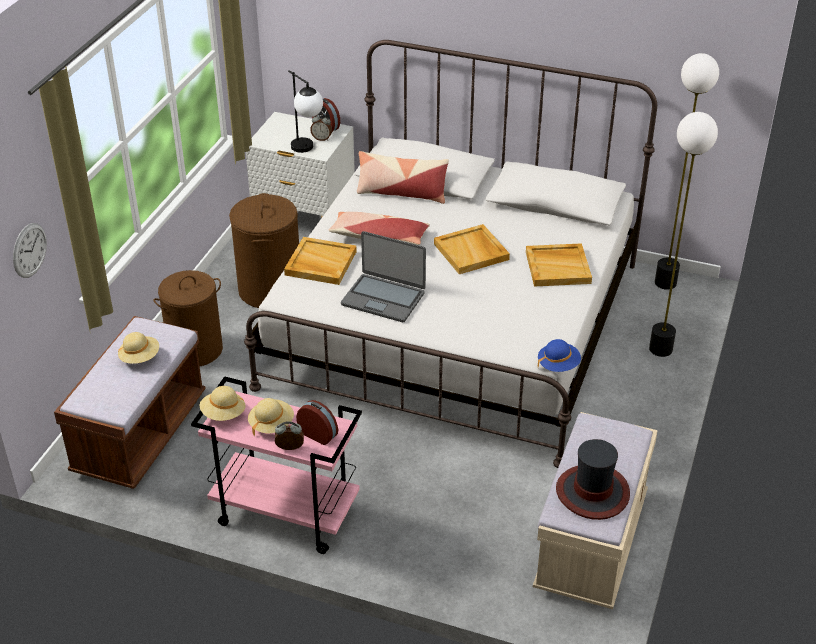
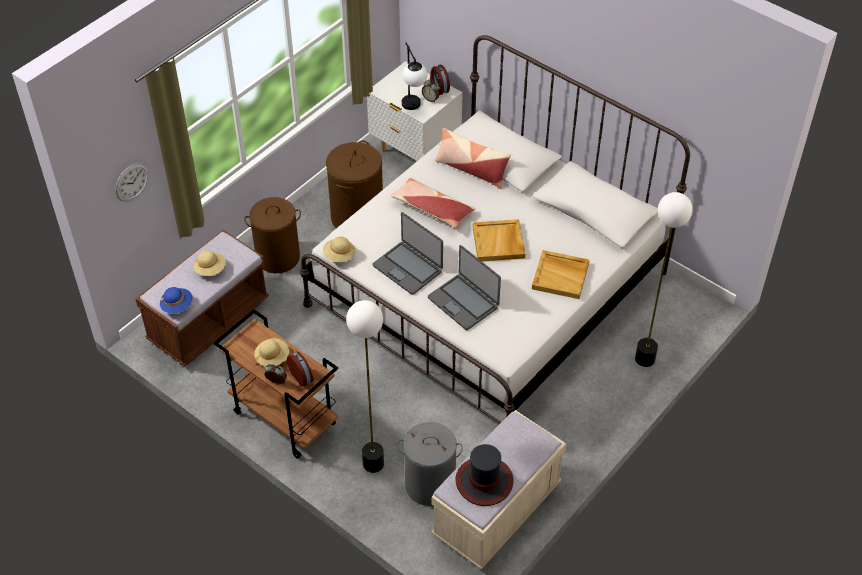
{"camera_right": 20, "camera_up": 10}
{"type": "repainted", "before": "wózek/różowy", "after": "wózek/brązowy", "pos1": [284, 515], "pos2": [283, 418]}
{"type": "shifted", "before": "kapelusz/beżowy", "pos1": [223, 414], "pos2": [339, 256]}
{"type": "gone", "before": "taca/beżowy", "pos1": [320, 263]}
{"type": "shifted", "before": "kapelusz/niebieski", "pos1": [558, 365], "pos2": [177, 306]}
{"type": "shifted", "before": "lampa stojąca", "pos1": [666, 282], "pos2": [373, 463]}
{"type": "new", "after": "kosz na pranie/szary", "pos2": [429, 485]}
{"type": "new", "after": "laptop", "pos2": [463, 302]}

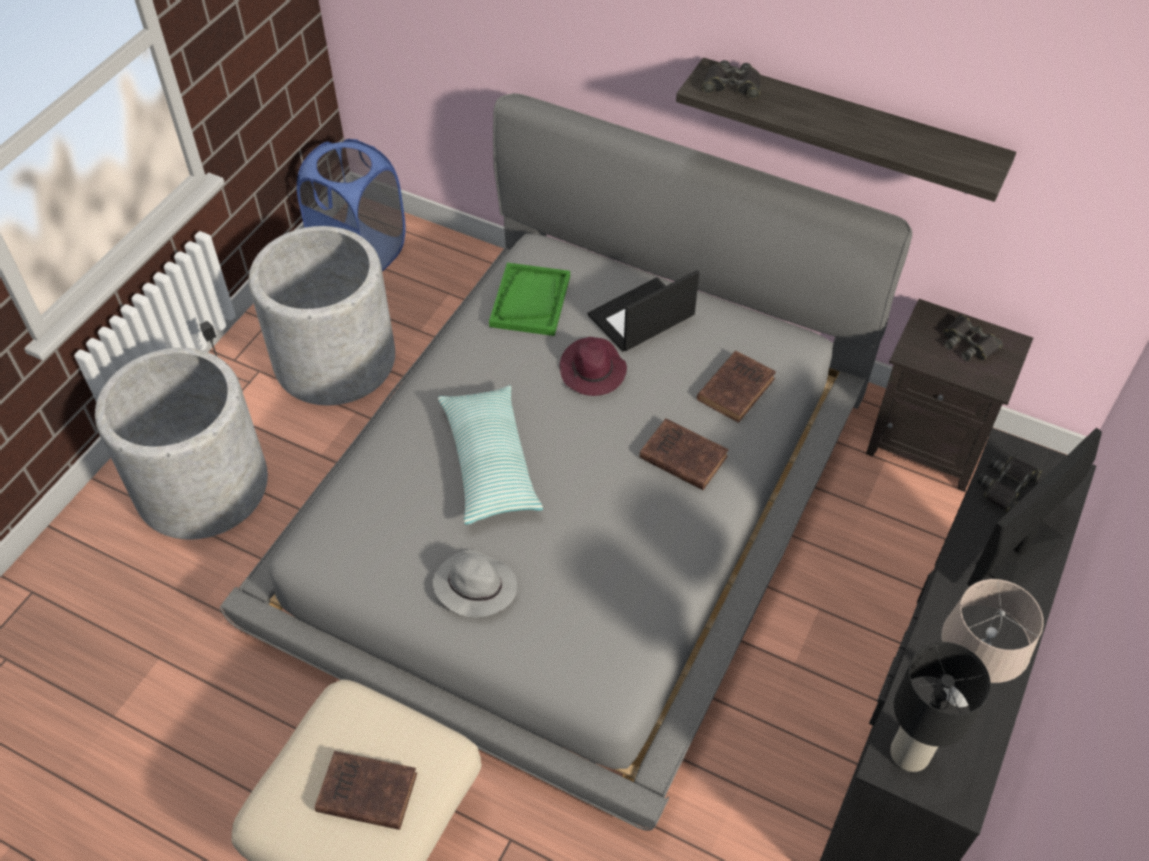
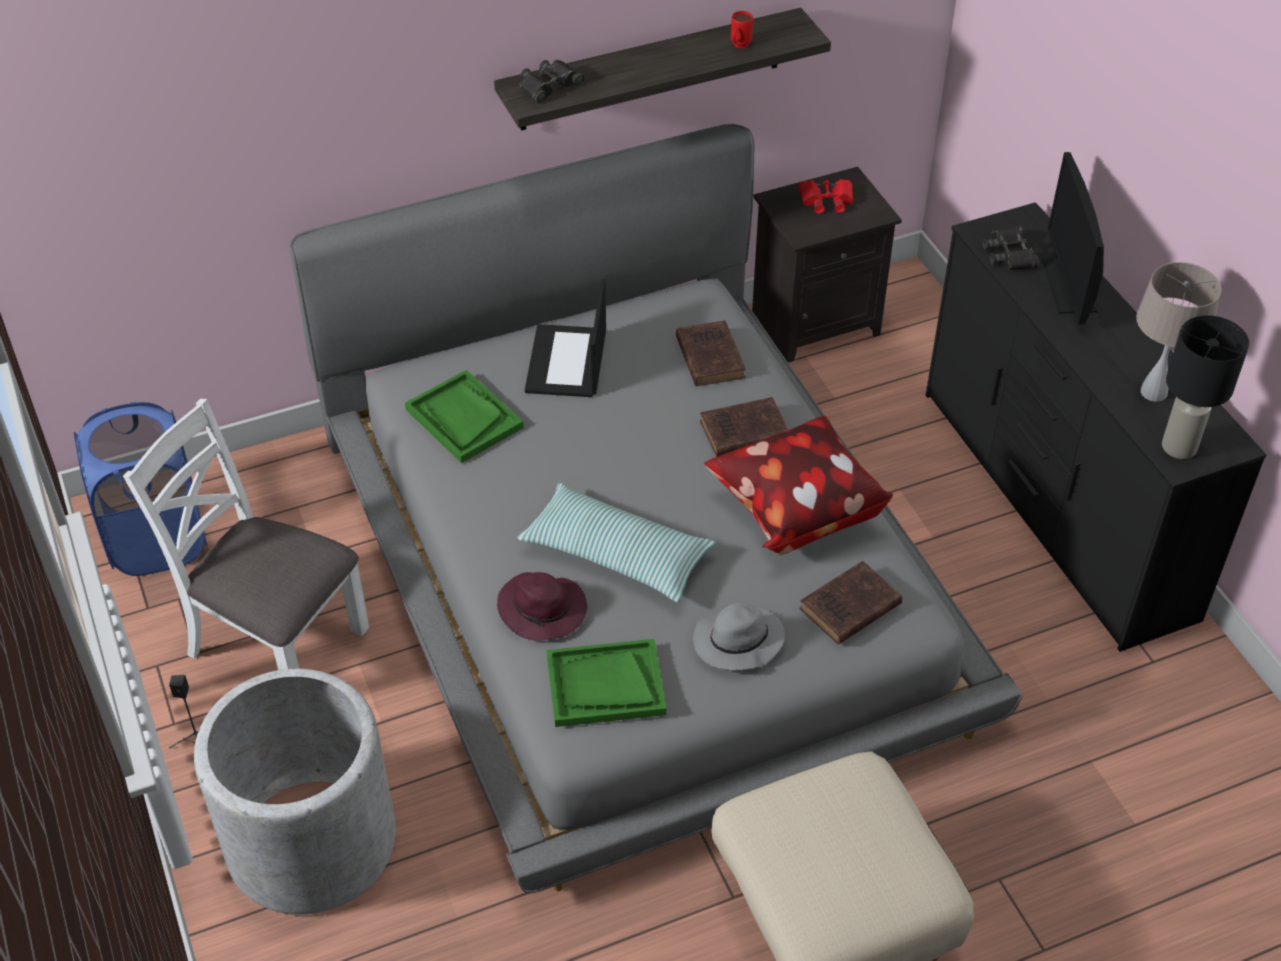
{"camera_right": -50, "camera_up": -5}
{"type": "swapped", "before": "donica/szary", "after": "krzesło/biały", "pos1": [335, 360], "pos2": [275, 642]}
{"type": "shifted", "before": "książka/brązowy", "pos1": [364, 792], "pos2": [848, 608]}
{"type": "shifted", "before": "kapelusz/fioletowy", "pos1": [593, 371], "pos2": [543, 610]}
{"type": "repainted", "before": "lornetka/czarny", "after": "lornetka/czerwony", "pos1": [968, 343], "pos2": [826, 200]}
{"type": "new", "after": "taca/zielony", "pos2": [605, 685]}
{"type": "new", "after": "poduszka", "pos2": [794, 510]}
{"type": "new", "after": "kubek/czerwony", "pos2": [739, 46]}

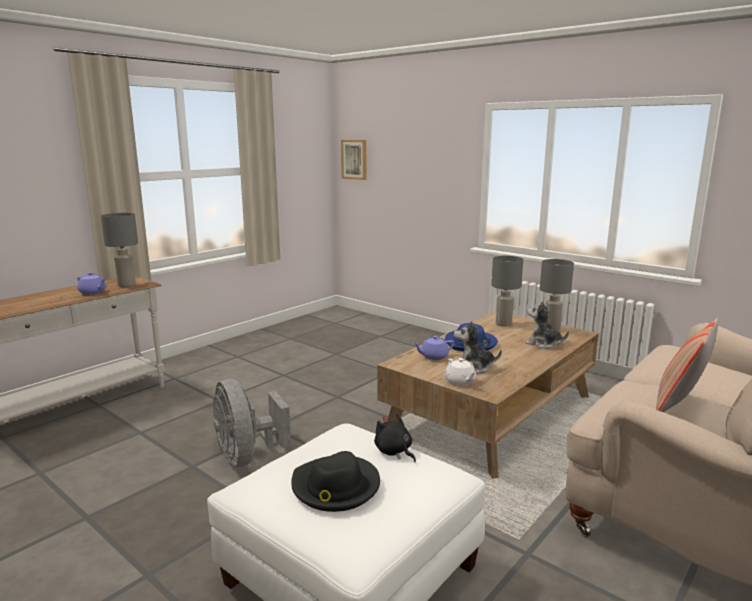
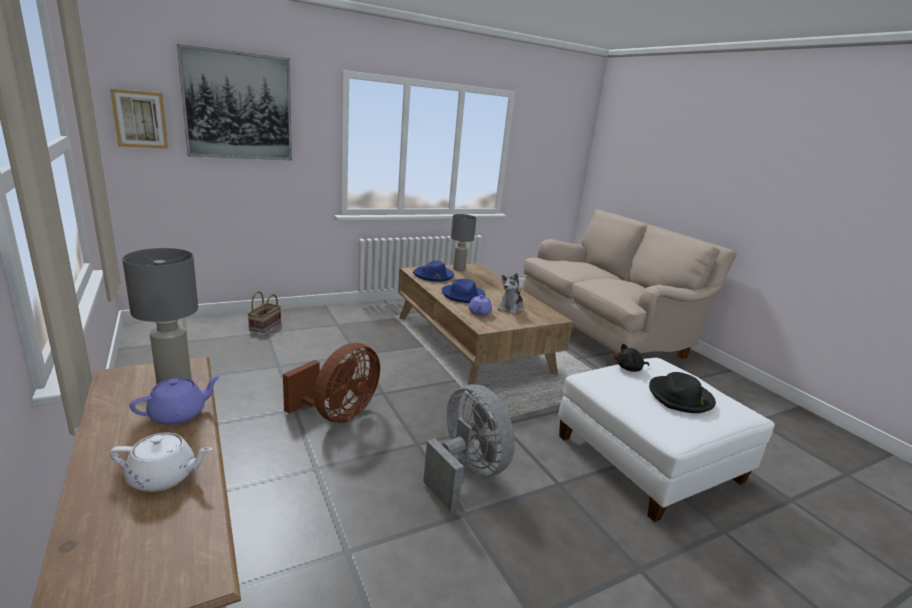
{"camera_right": -70, "camera_up": 5}
{"type": "rotated", "before": "wentylator/szary", "pos1": [247, 456], "pos2": [466, 473], "turn": -120}
{"type": "shifted", "before": "imbryk/biały", "pos1": [460, 381], "pos2": [164, 477]}
{"type": "swapped", "before": "lampa stołowa/szary", "after": "kapelusz/niebieski", "pos1": [503, 324], "pos2": [433, 275]}
{"type": "gone", "before": "pluszak", "pos1": [543, 344]}
{"type": "gone", "before": "poduszka", "pos1": [679, 405]}
{"type": "new", "after": "obraz", "pos2": [238, 106]}
{"type": "new", "after": "koszyk", "pos2": [265, 326]}
{"type": "new", "after": "wentylator/brązowy", "pos2": [338, 414]}

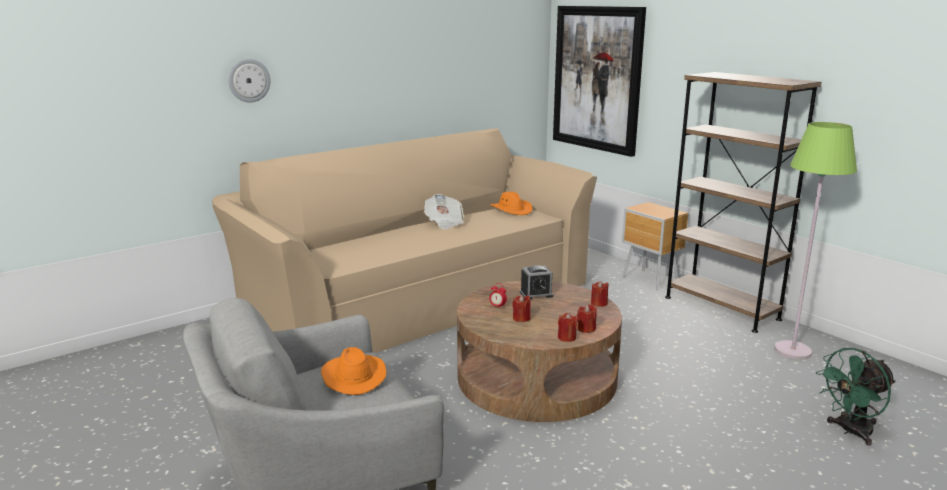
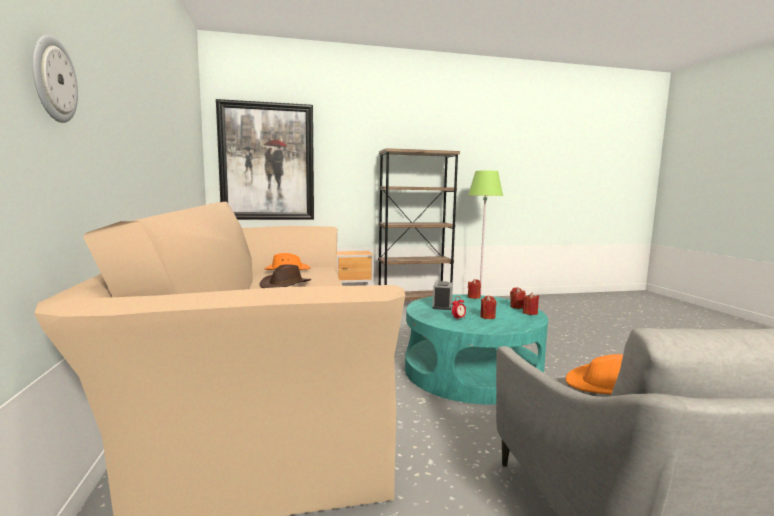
{"camera_right": -65, "camera_up": -10}
{"type": "swapped", "before": "gazeta", "after": "kapelusz/brązowy", "pos1": [444, 223], "pos2": [285, 285]}
{"type": "repainted", "before": "ława/brązowy", "after": "ława/turkusowy", "pos1": [536, 377], "pos2": [471, 371]}
{"type": "gone", "before": "wentylator/zielony", "pos1": [850, 431]}

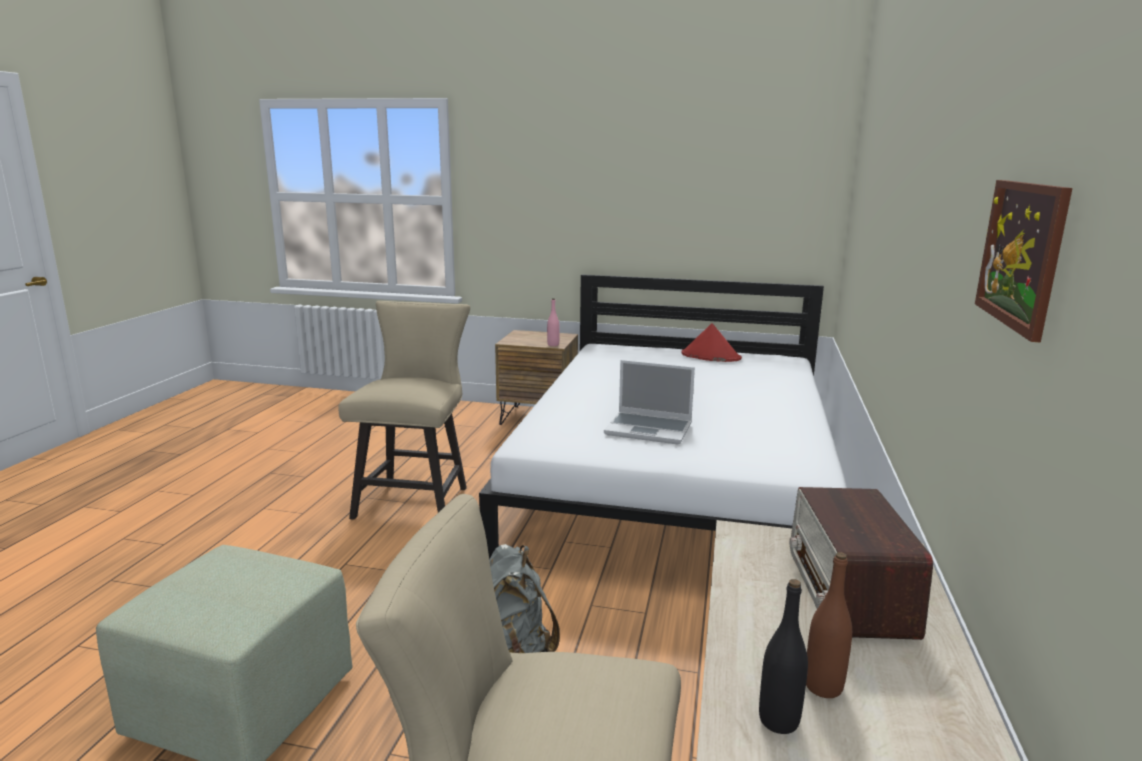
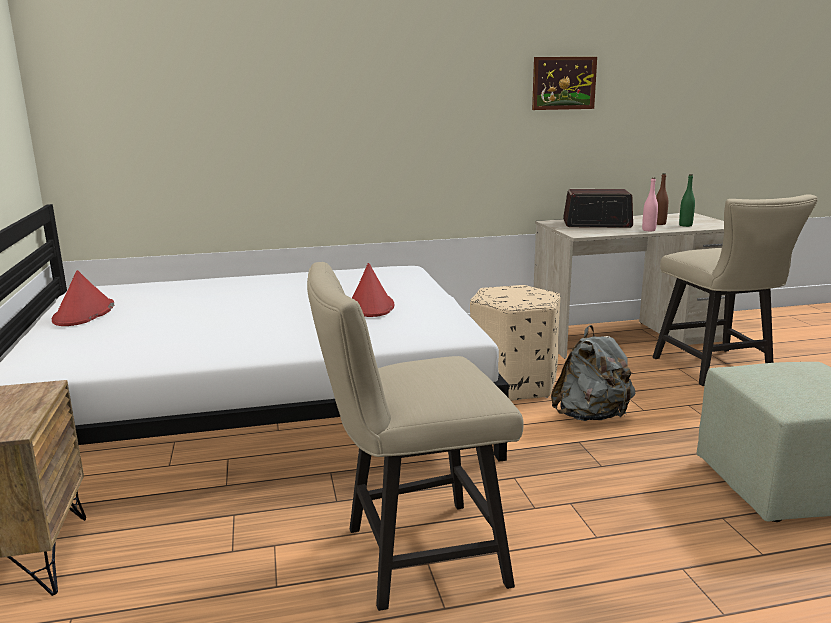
{"camera_right": -115, "camera_up": 0}
{"type": "shifted", "before": "butelka/różowy", "pos1": [553, 344], "pos2": [648, 230]}
{"type": "swapped", "before": "laptop", "after": "kapelusz/czerwony", "pos1": [650, 429], "pos2": [370, 306]}
{"type": "repainted", "before": "butelka/czarny", "after": "butelka/zielony", "pos1": [778, 720], "pos2": [685, 225]}
{"type": "rotated", "before": "radio", "pos1": [849, 592], "pos2": [596, 224], "turn": -150}
{"type": "new", "after": "pufa/beżowy", "pos2": [512, 384]}

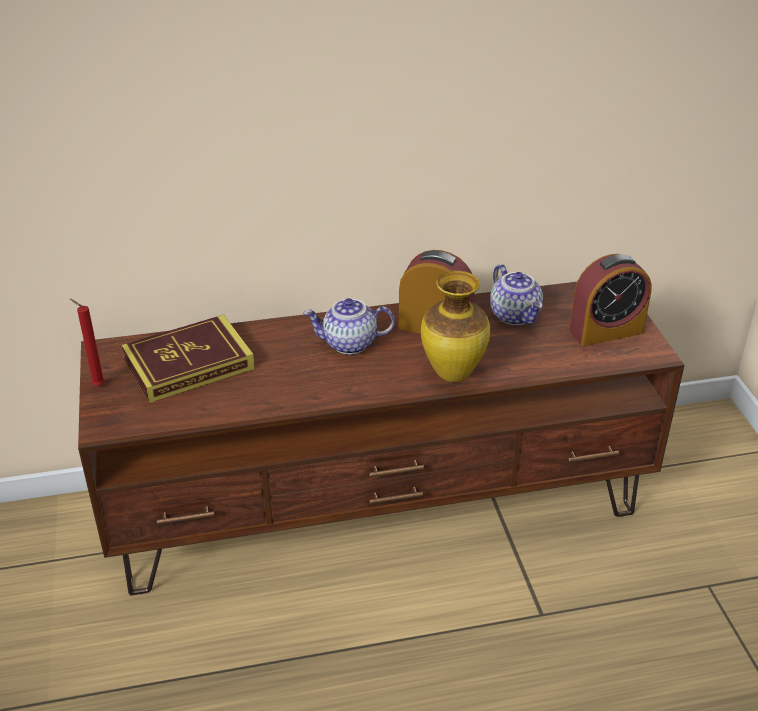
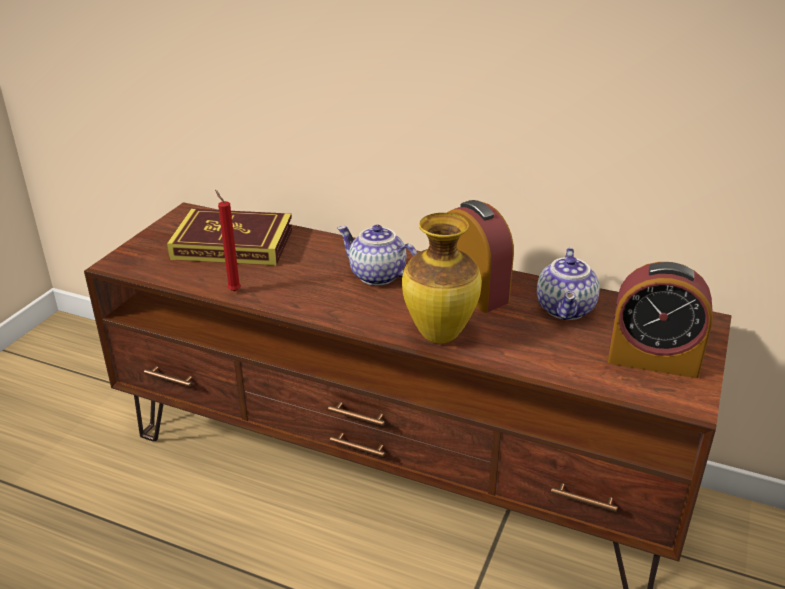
{"camera_right": 35, "camera_up": -5}
{"type": "shifted", "before": "świeca/czerwony", "pos1": [97, 385], "pos2": [233, 290]}

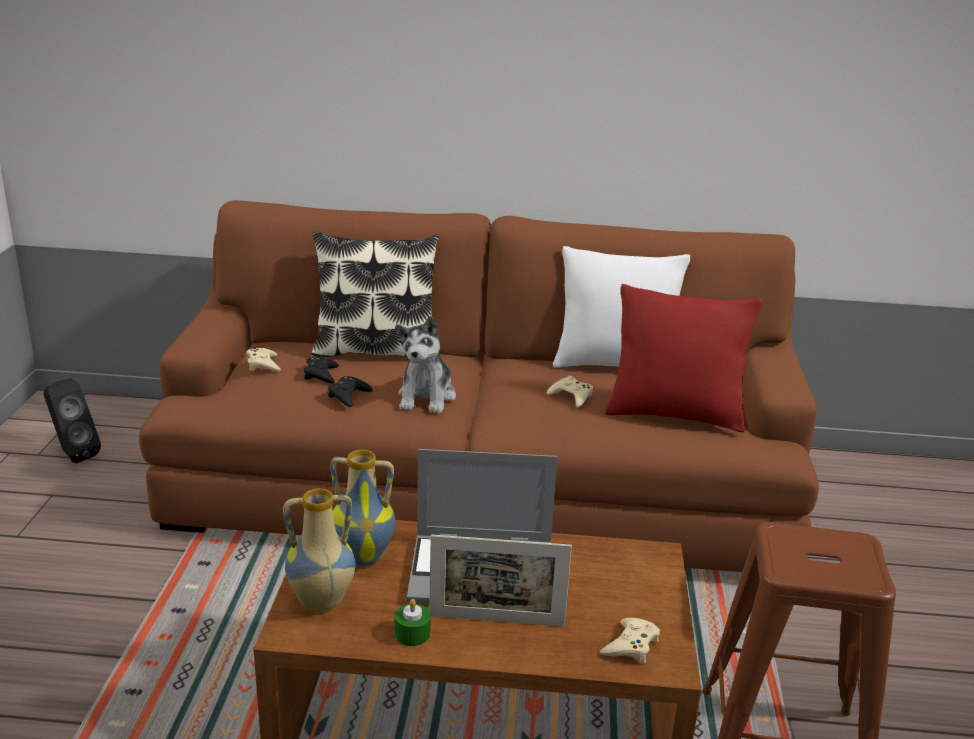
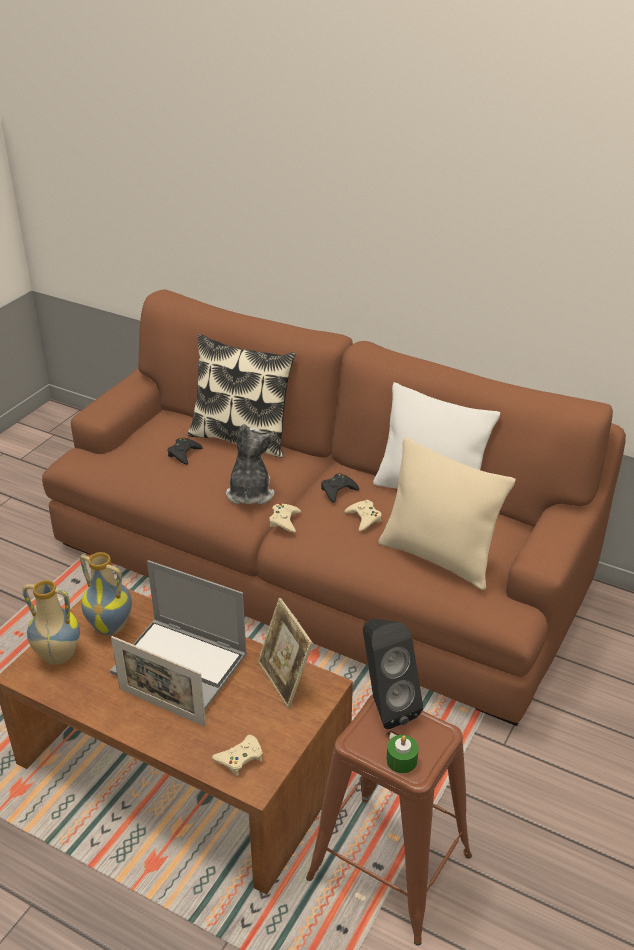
{"camera_right": 25, "camera_up": 10}
{"type": "shifted", "before": "głośnik/czarny", "pos1": [73, 454], "pos2": [385, 706]}
{"type": "shifted", "before": "pad do gier/beżowy", "pos1": [263, 364], "pos2": [284, 521]}
{"type": "shifted", "before": "pad do gier/czarny", "pos1": [348, 395], "pos2": [338, 490]}
{"type": "rotated", "before": "pluszak", "pos1": [427, 397], "pos2": [250, 492], "turn": 150}
{"type": "shifted", "before": "świeca/zielony", "pos1": [412, 634], "pos2": [401, 760]}
{"type": "repainted", "before": "poduszka/czerwony", "after": "poduszka/beżowy", "pos1": [674, 415], "pos2": [438, 557]}
{"type": "new", "after": "ramka na zdjęcie", "pos2": [285, 680]}

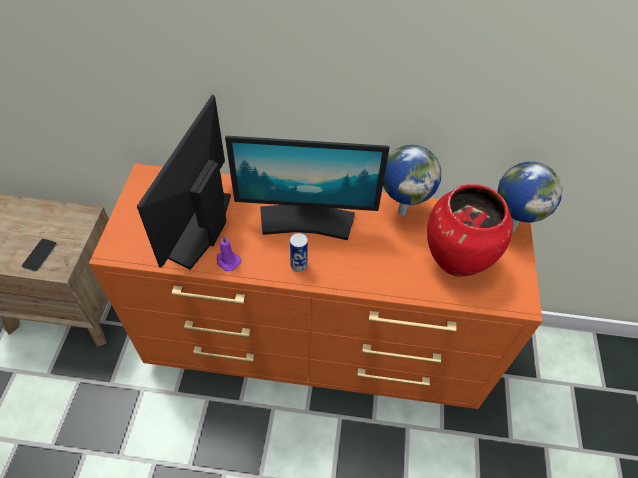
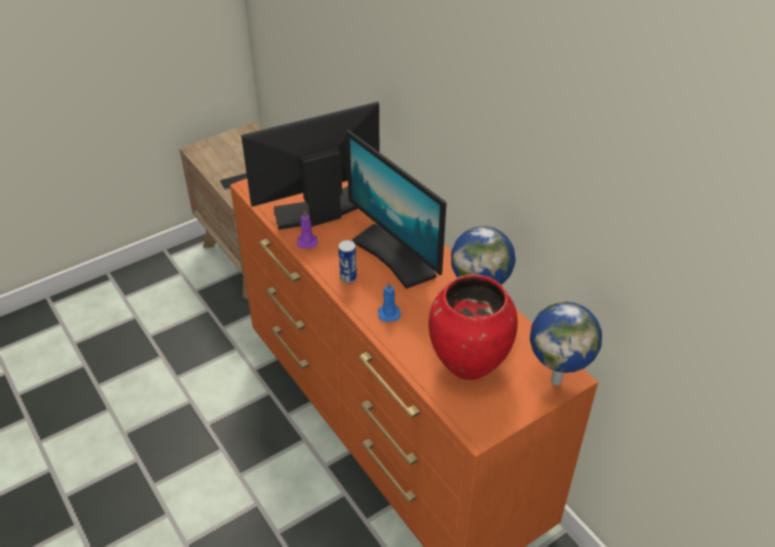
{"camera_right": 50, "camera_up": -10}
{"type": "new", "after": "świeca/niebieski", "pos2": [388, 313]}

